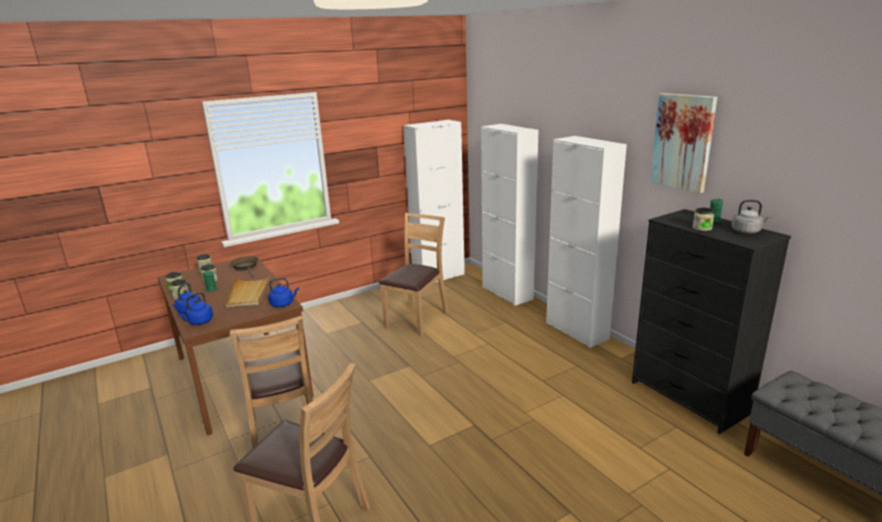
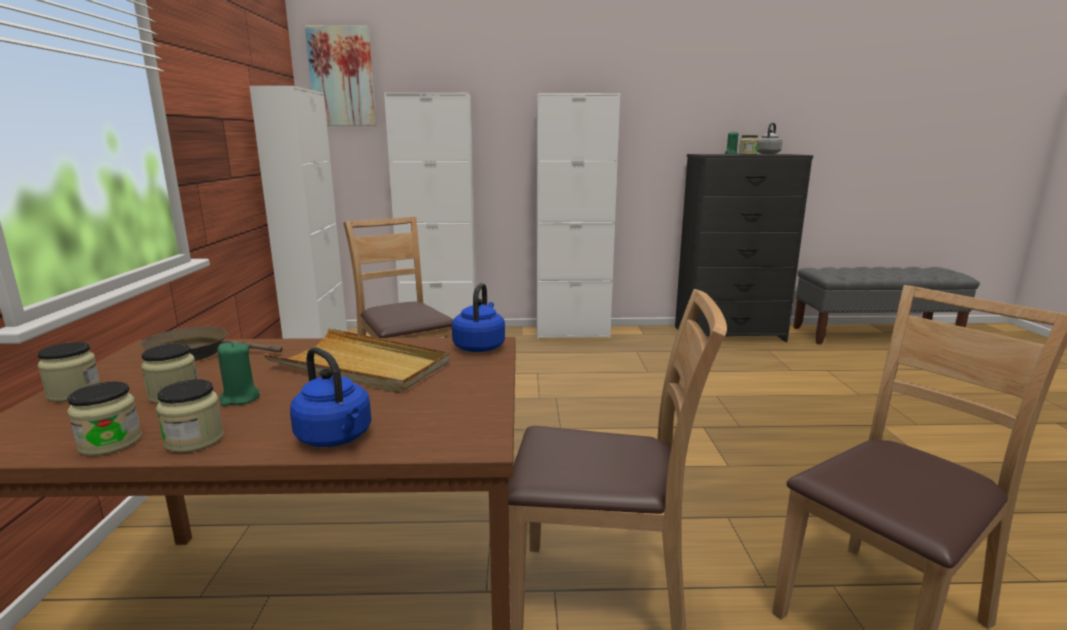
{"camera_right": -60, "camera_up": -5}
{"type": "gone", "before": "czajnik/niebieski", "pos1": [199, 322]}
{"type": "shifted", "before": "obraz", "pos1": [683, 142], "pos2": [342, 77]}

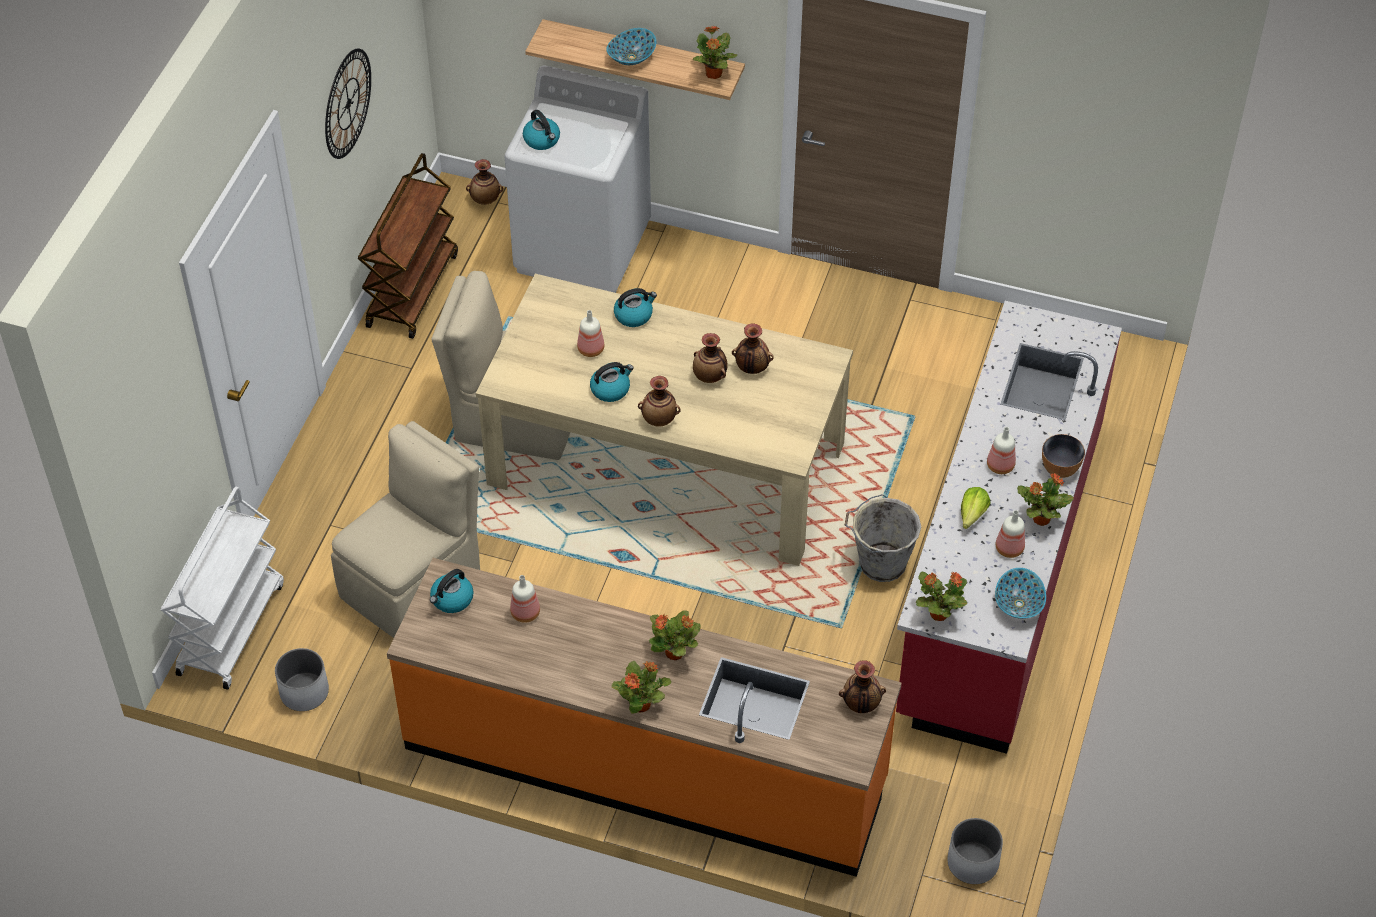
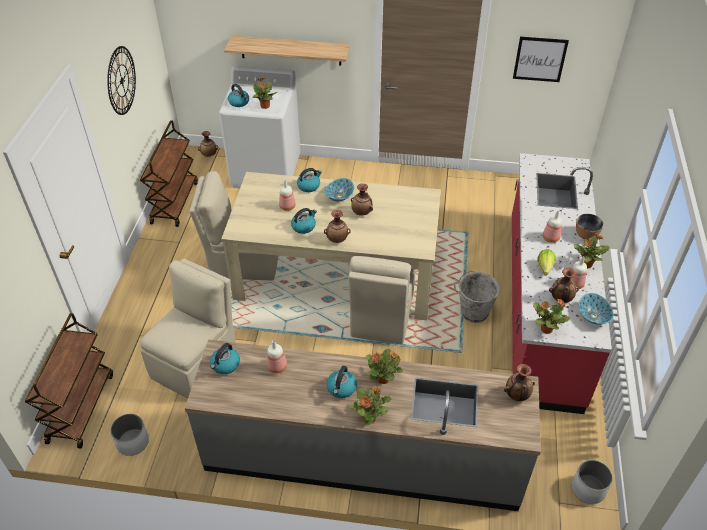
{"camera_right": -10, "camera_up": -5}
{"type": "repainted", "before": "wózek/biały", "after": "wózek/brązowy", "pos1": [230, 628], "pos2": [80, 407]}
{"type": "repainted", "before": "zabudowa kuchenna/pomarańczowy", "after": "zabudowa kuchenna/szary", "pos1": [645, 764], "pos2": [363, 456]}
{"type": "shifted", "before": "miska", "pos1": [631, 57], "pos2": [339, 196]}
{"type": "shifted", "before": "roślina doniczkowa", "pos1": [713, 74], "pos2": [265, 106]}
{"type": "shifted", "before": "wazon", "pos1": [752, 368], "pos2": [561, 299]}
{"type": "new", "after": "czajnik", "pos2": [341, 388]}
{"type": "new", "after": "krzesło/beżowy", "pos2": [381, 317]}
{"type": "new", "after": "obraz", "pos2": [540, 59]}

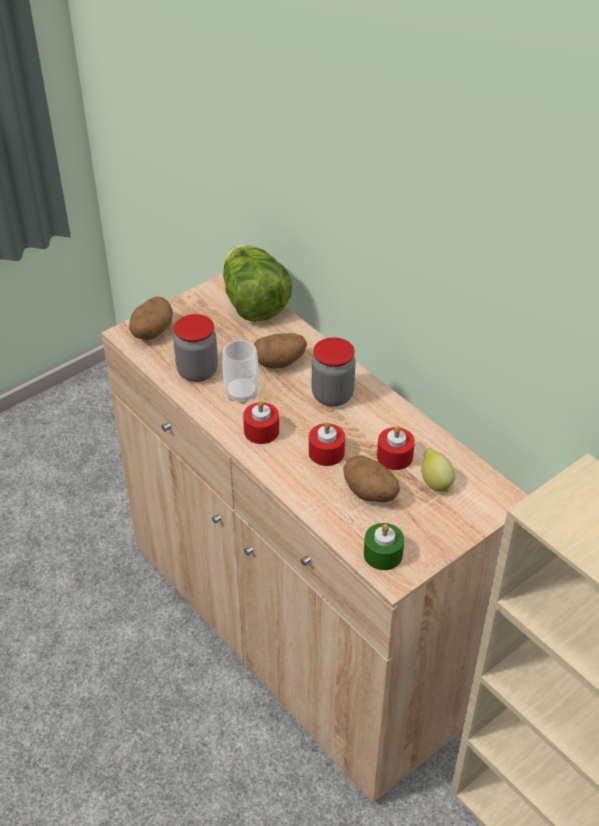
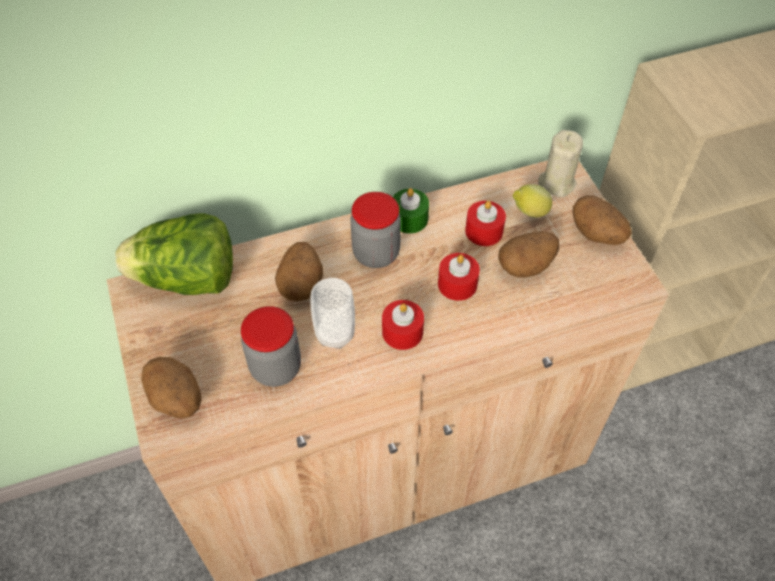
{"camera_right": -70, "camera_up": 10}
{"type": "shifted", "before": "świeca/zielony", "pos1": [383, 554], "pos2": [409, 219]}
{"type": "new", "after": "świeca/beżowy", "pos2": [556, 183]}
{"type": "new", "after": "ziemniak", "pos2": [597, 234]}

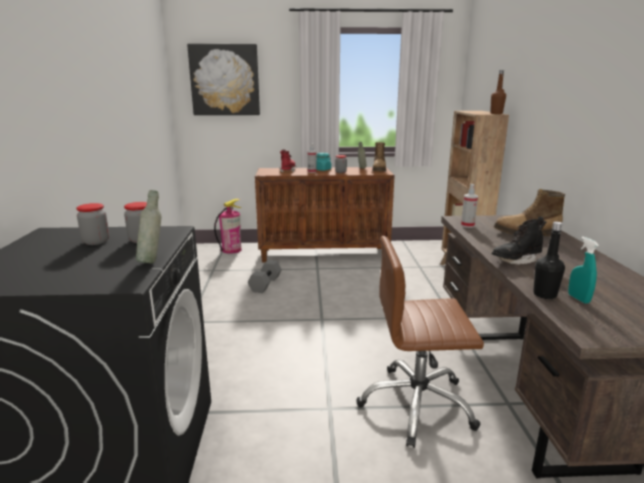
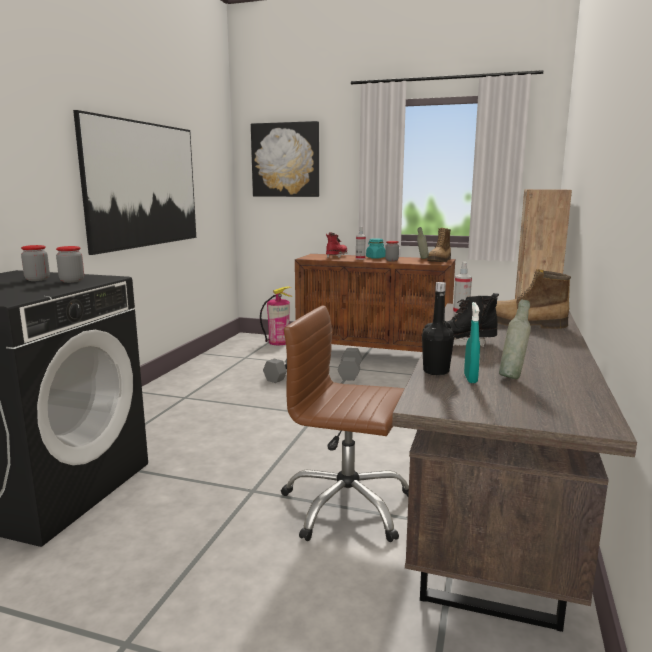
{"camera_right": 20, "camera_up": -5}
{"type": "shifted", "before": "butelka/szary", "pos1": [152, 261], "pos2": [512, 377]}
{"type": "gone", "before": "butelka/brązowy", "pos1": [496, 113]}
{"type": "new", "after": "obraz", "pos2": [143, 184]}
{"type": "new", "after": "hantel/szary", "pos2": [349, 372]}

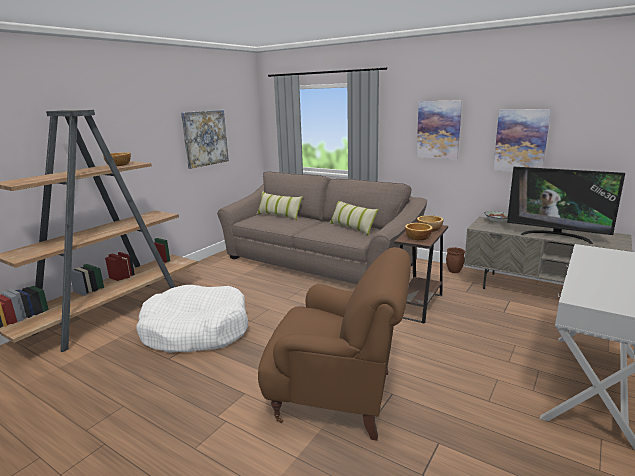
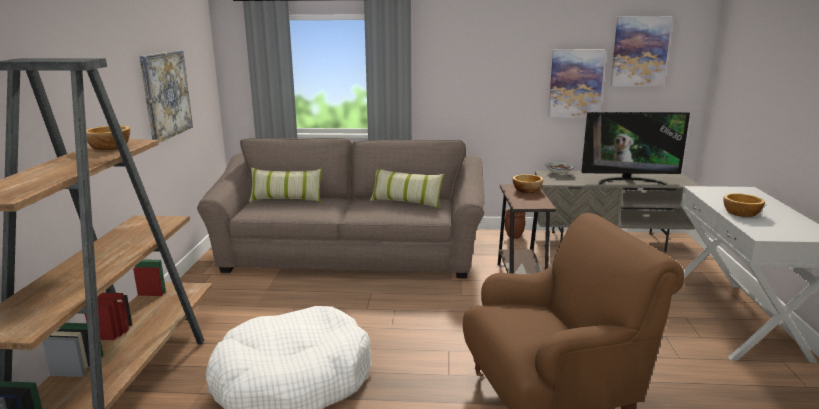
{"camera_right": -30, "camera_up": 0}
{"type": "shifted", "before": "miska", "pos1": [417, 237], "pos2": [740, 213]}
{"type": "shifted", "before": "obraz", "pos1": [438, 129], "pos2": [639, 51]}

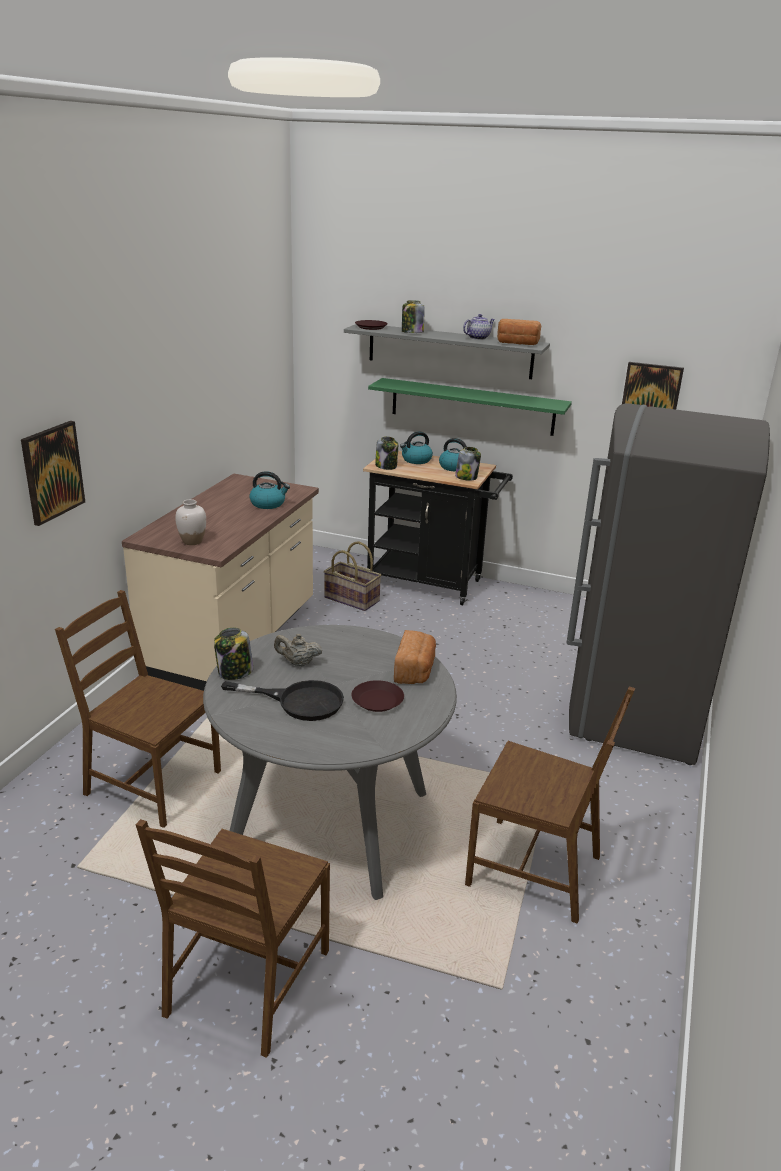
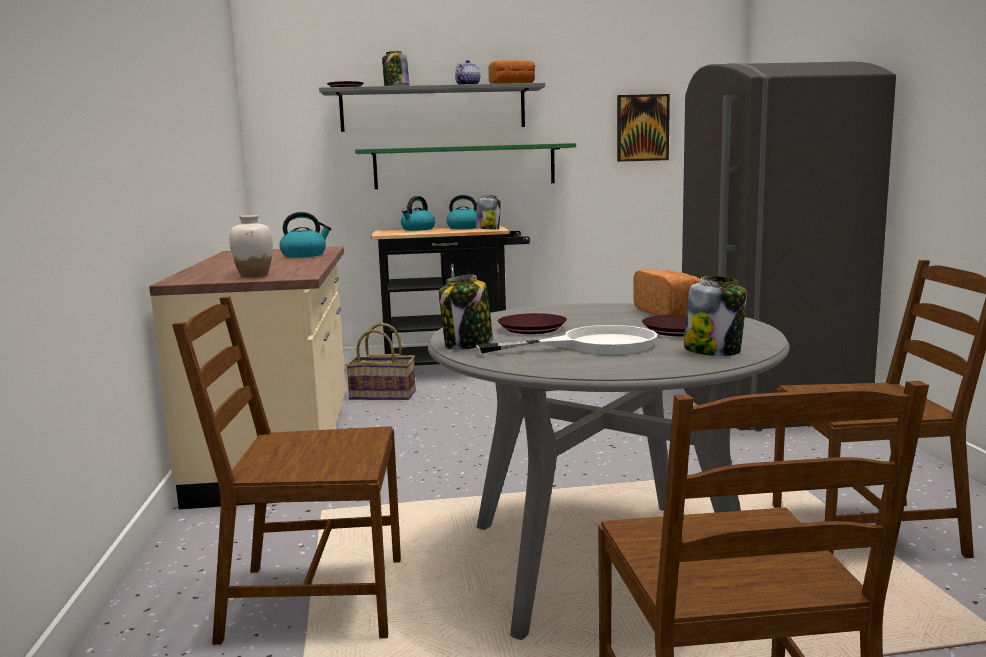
{"camera_right": -25, "camera_up": -15}
{"type": "gone", "before": "obraz", "pos1": [52, 472]}
{"type": "repainted", "before": "patelnia/czarny", "after": "patelnia/biały", "pos1": [299, 701], "pos2": [592, 345]}
{"type": "swapped", "before": "imbryk/beżowy", "after": "talerz/brązowy", "pos1": [298, 663], "pos2": [532, 329]}
{"type": "shifted", "before": "słoik", "pos1": [386, 466], "pos2": [713, 351]}

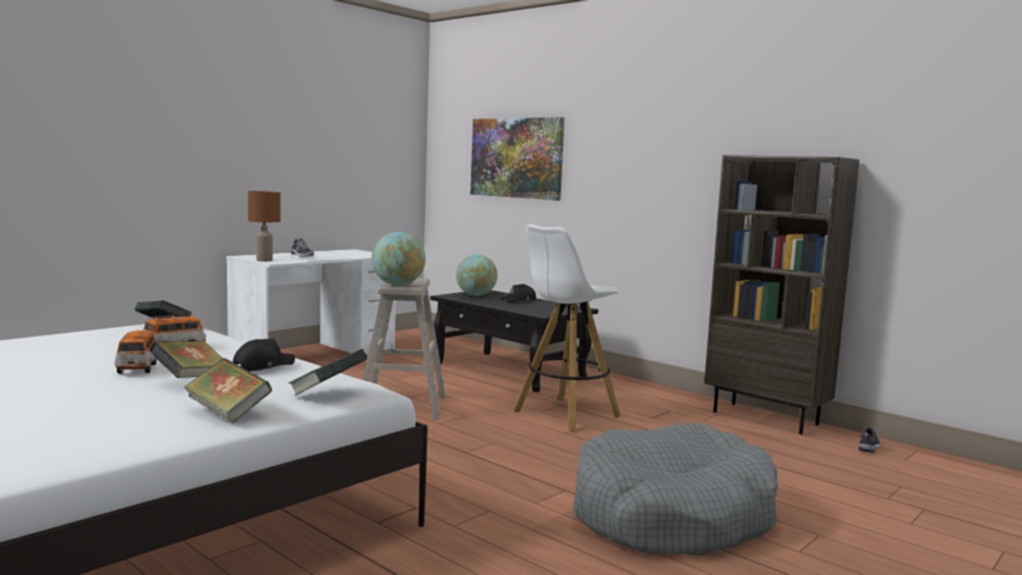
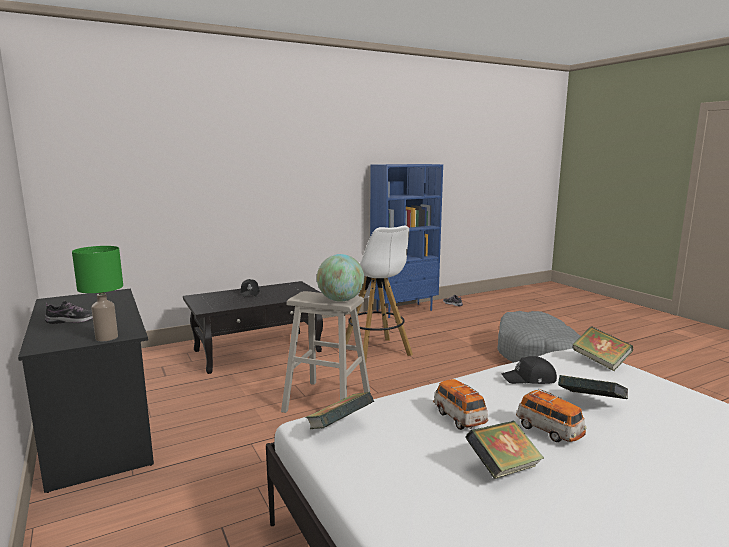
{"camera_right": -70, "camera_up": 5}
{"type": "rotated", "before": "samochodzik", "pos1": [137, 368], "pos2": [549, 431], "turn": -135}
{"type": "shifted", "before": "książka", "pos1": [228, 412], "pos2": [503, 468]}
{"type": "repainted", "before": "biurko/biały", "after": "biurko/czarny", "pos1": [315, 354], "pos2": [99, 429]}
{"type": "rotated", "before": "czapka z daszkiem/czarny", "pos1": [262, 366], "pos2": [530, 379], "turn": -60}
{"type": "repainted", "before": "lampa stołowa/brązowy", "after": "lampa stołowa/zielony", "pos1": [264, 260], "pos2": [106, 337]}
{"type": "gone", "before": "globus", "pos1": [476, 295]}
{"type": "gone", "before": "obraz", "pos1": [516, 158]}
{"type": "repainted", "before": "regał/brązowy", "after": "regał/niebieski", "pos1": [766, 418], "pos2": [404, 310]}

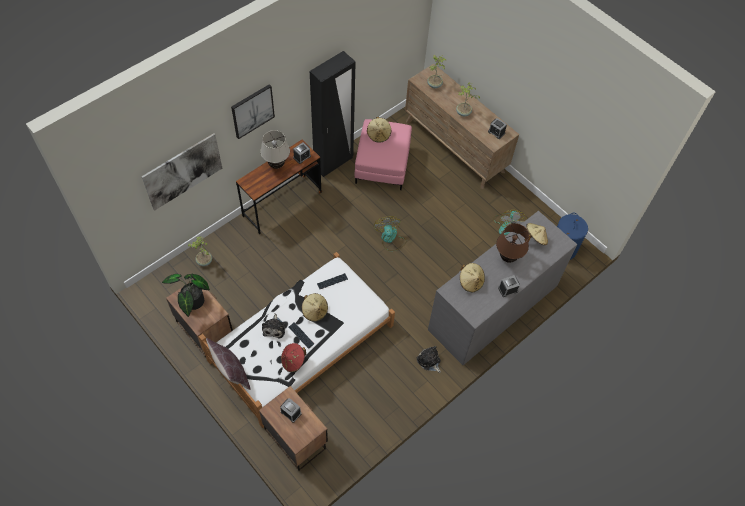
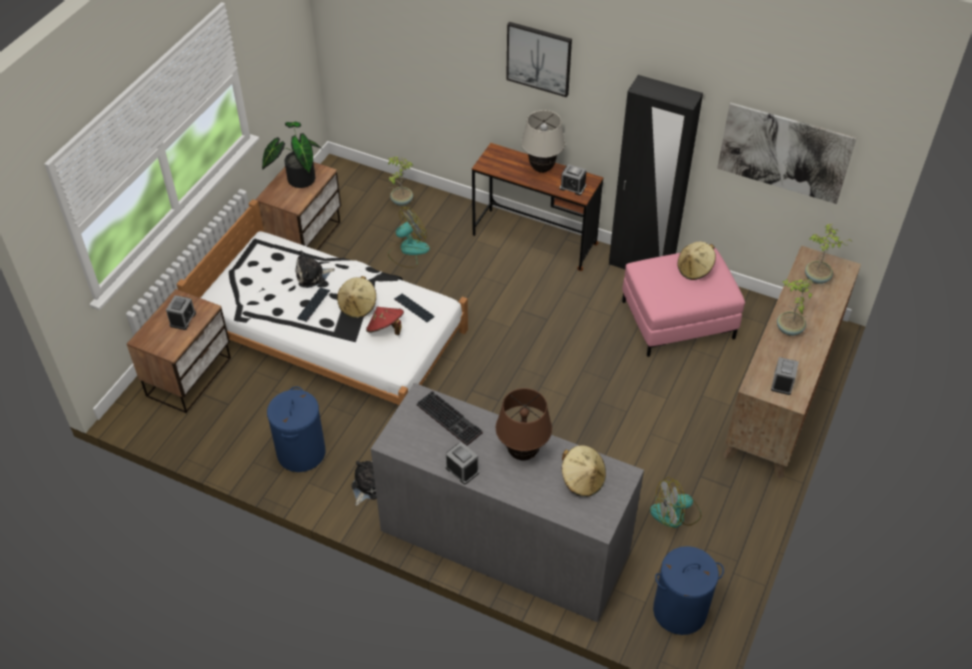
{"camera_right": 70, "camera_up": -10}
{"type": "shifted", "before": "obraz", "pos1": [183, 171], "pos2": [784, 152]}
{"type": "gone", "before": "poduszka/brązowy", "pos1": [231, 373]}
{"type": "shifted", "before": "kapelusz/czerwony", "pos1": [293, 361], "pos2": [385, 329]}
{"type": "shifted", "before": "wentylator", "pos1": [390, 239], "pos2": [408, 251]}
{"type": "swapped", "before": "kapelusz/beżowy", "after": "klawiatura", "pos1": [470, 282], "pos2": [451, 419]}
{"type": "new", "after": "kosz na pranie/niebieski", "pos2": [301, 452]}

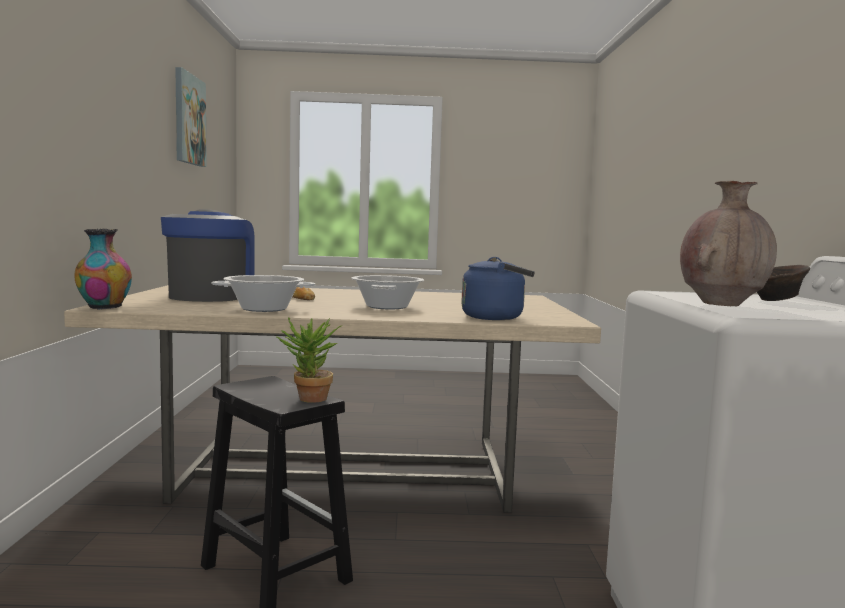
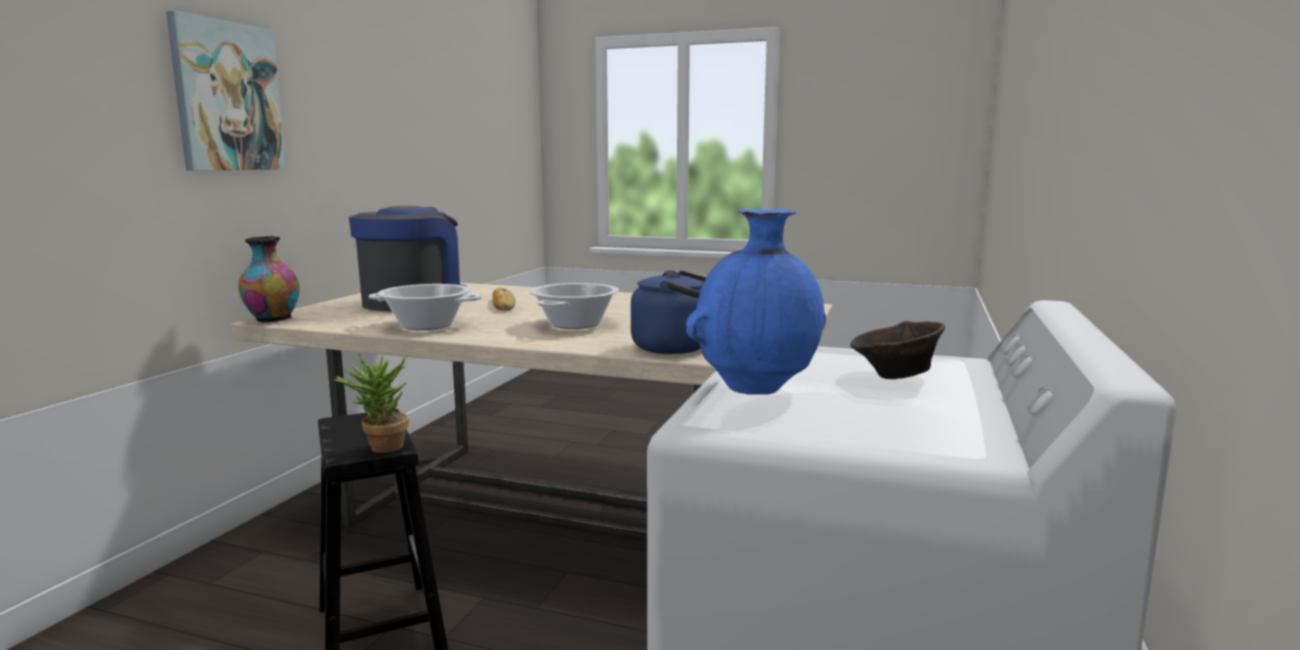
{"camera_right": 20, "camera_up": 5}
{"type": "shifted", "before": "obraz", "pos1": [188, 120], "pos2": [227, 97]}
{"type": "repainted", "before": "wazon/brązowy", "after": "wazon/niebieski", "pos1": [721, 305], "pos2": [757, 389]}

